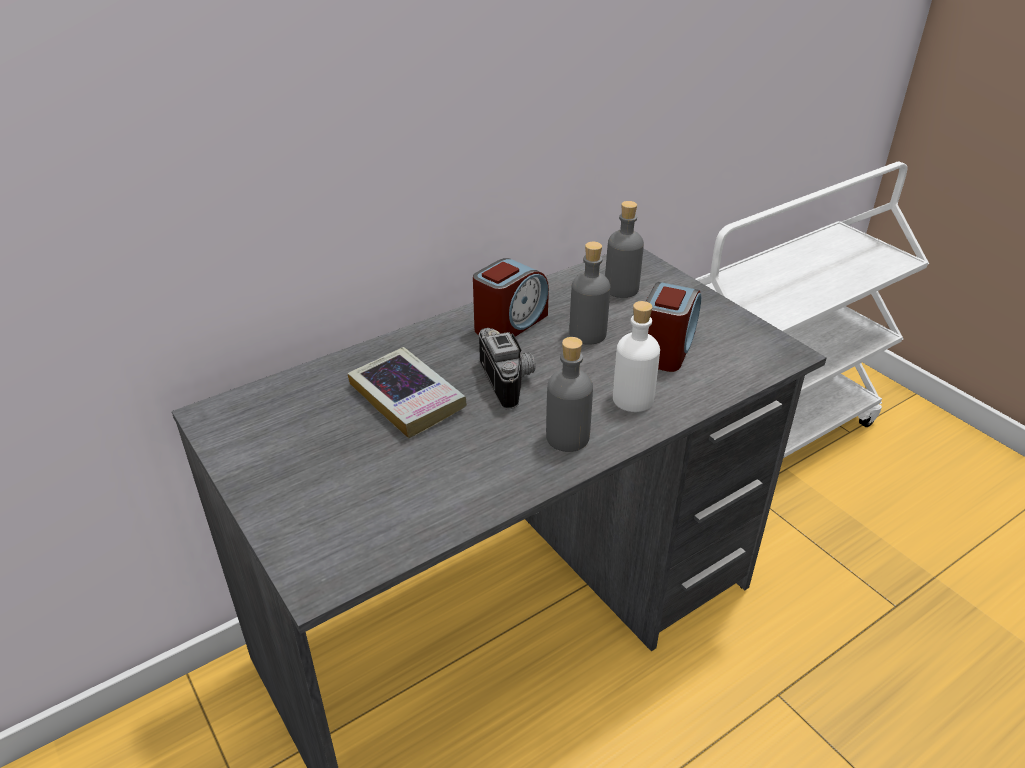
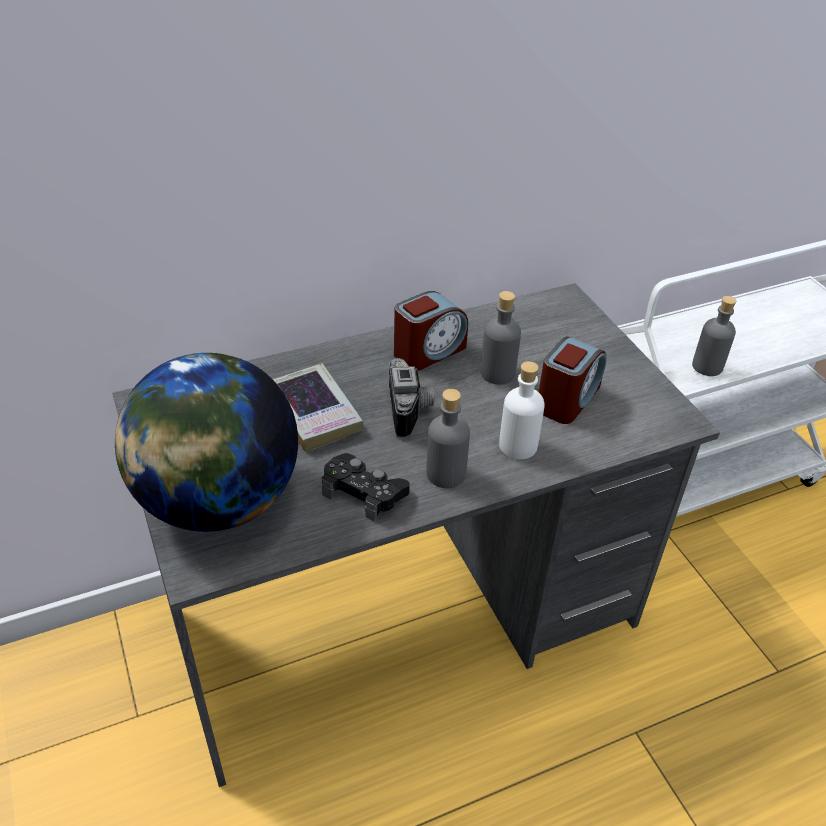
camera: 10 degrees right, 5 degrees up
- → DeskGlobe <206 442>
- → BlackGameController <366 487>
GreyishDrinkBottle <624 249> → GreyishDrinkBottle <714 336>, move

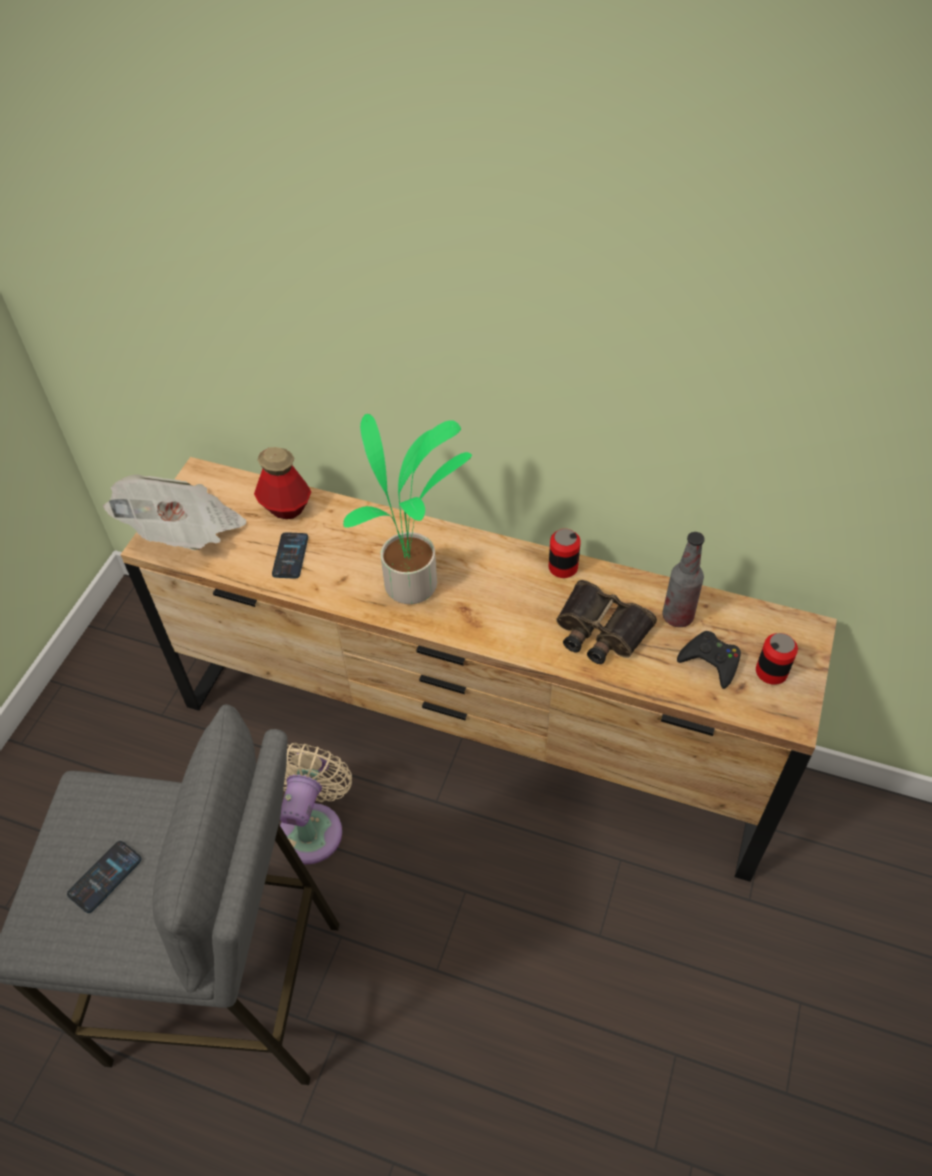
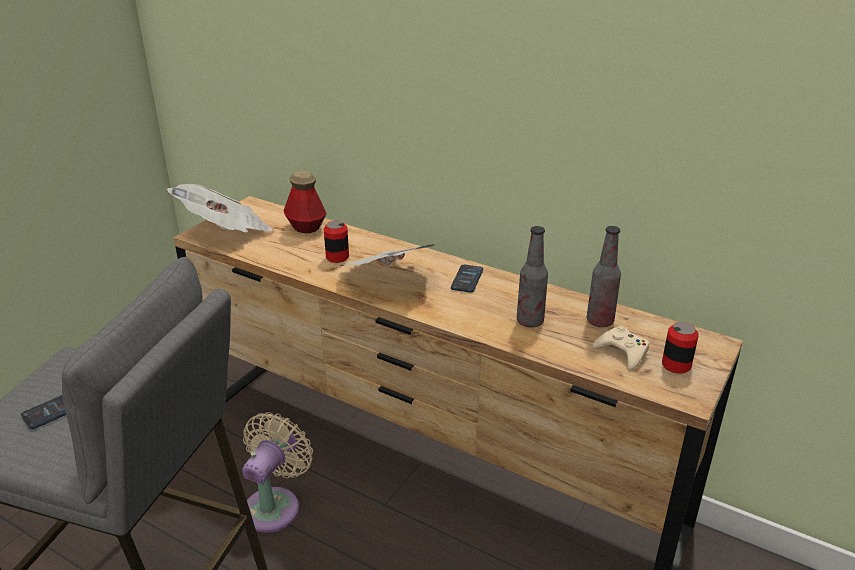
camera: 10 degrees right, 20 degrees down
Telephone <290 555> → Telephone <467 279>, move
SealedCan <565 553> → SealedCan <336 242>, move
PottedPlant <407 509> → PrintedPaper <387 255>
Binoculars <606 622> → DrinkBottle <532 277>
BlackGameController <709 660> → SandColouredGameController <620 348>

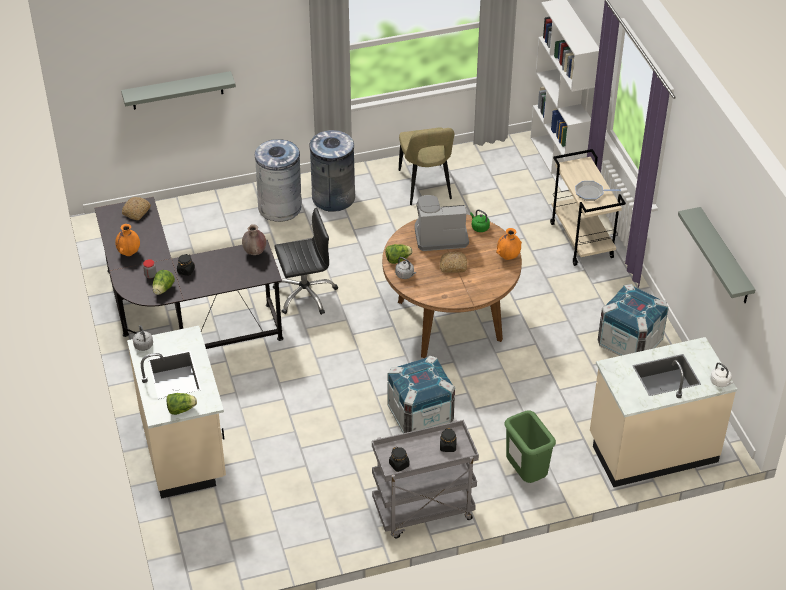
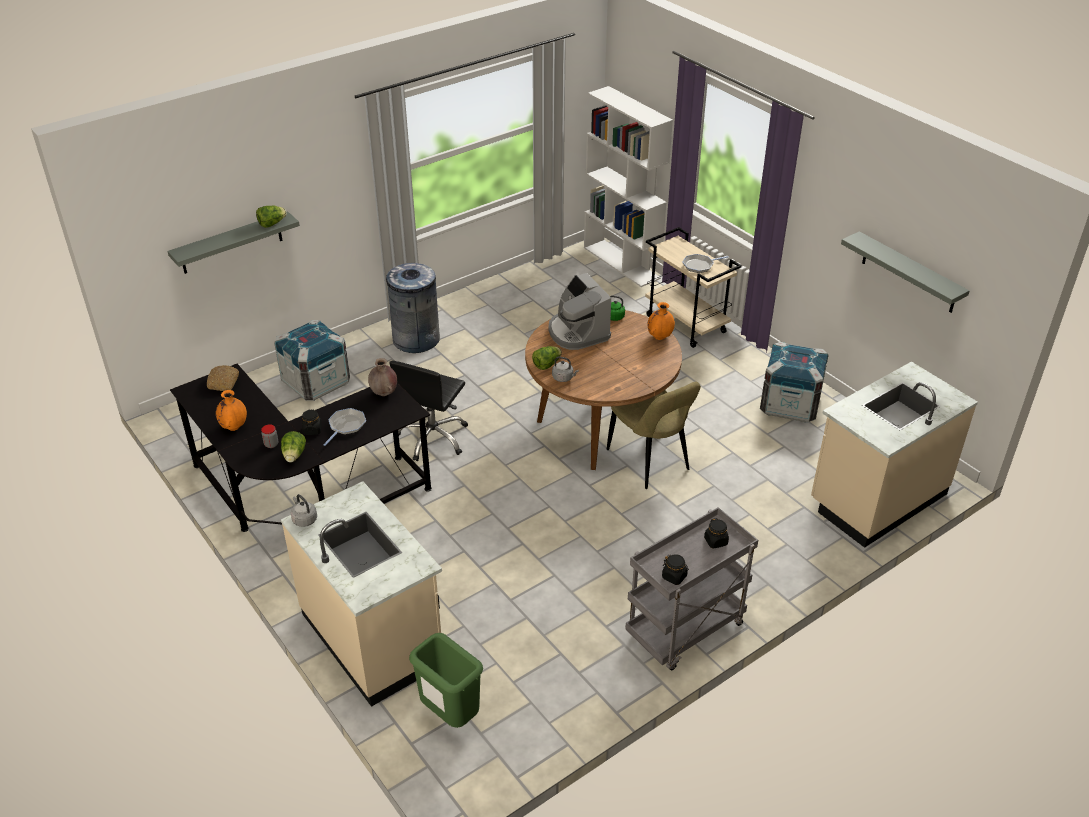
camera: 20 degrees left, 5 degrees down
GreyishRubbishBin <278 180> → -
BakeryBread <453 262> → -
WhitishTeaKettle <721 375> → -
- → FryingPan <344 427>
LettuceHead <182 404> → LettuceHead <271 217>, move
PackingCrate <421 394> → PackingCrate <312 360>, move
SandColouredUprightChair <427 166> → SandColouredUprightChair <654 435>, move
GreenColouredRubbishBin <530 446> → GreenColouredRubbishBin <446 680>, move
BlackOfficeChair <305 261> → BlackOfficeChair <428 411>, 150 degrees clockwise
CoffeeMaker <442 223> → CoffeeMaker <580 311>, 90 degrees counterclockwise

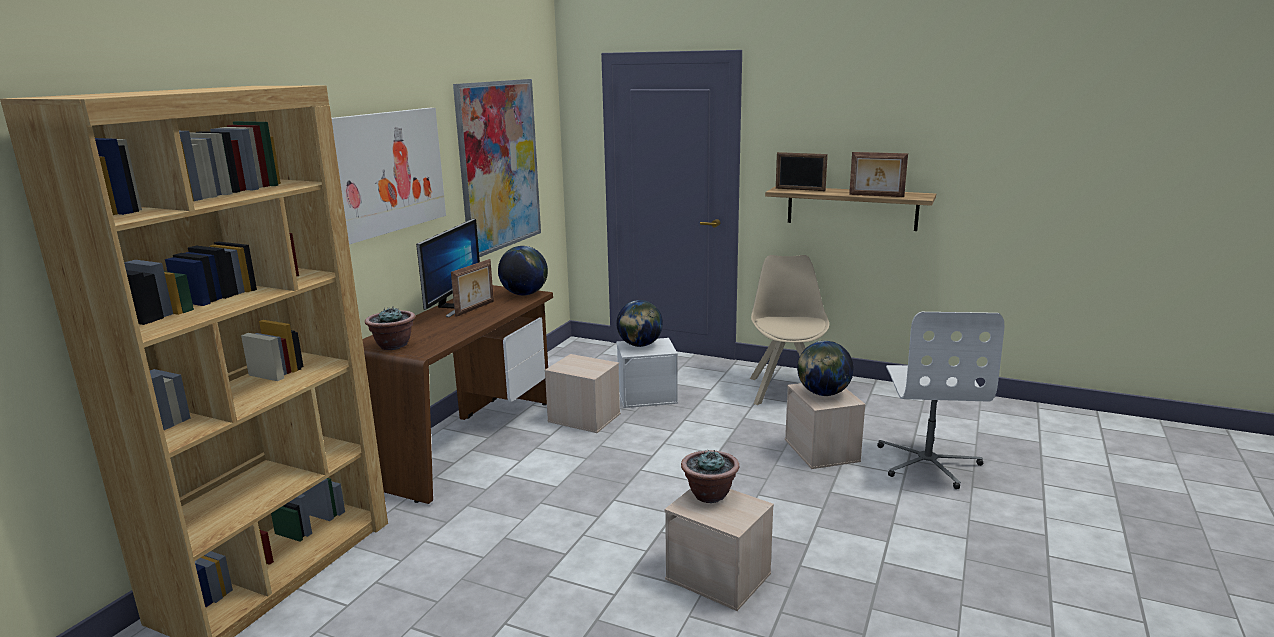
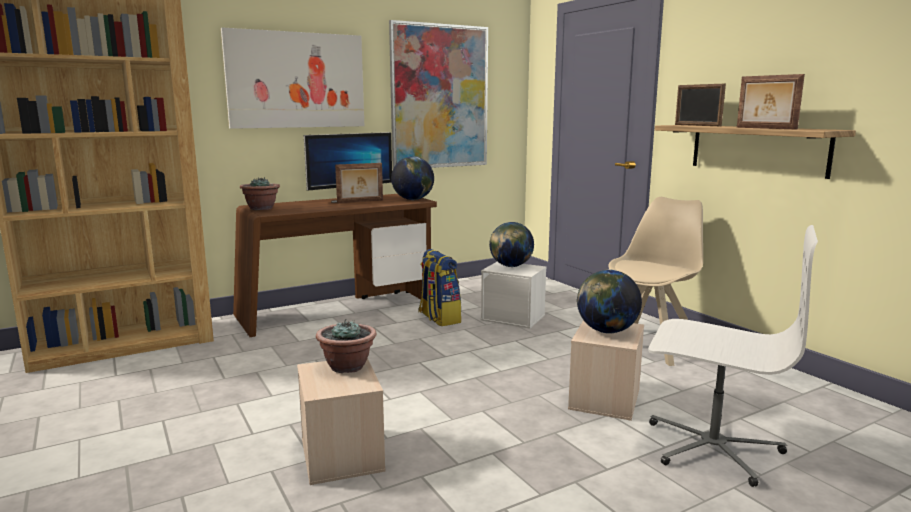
camera: 35 degrees right, 5 degrees down
SandColouredStorageBin <582 393> → Knapsack <439 287>
WhitishOfficeChair <940 400> → WhitishOfficeChair <733 356>, 105 degrees counterclockwise

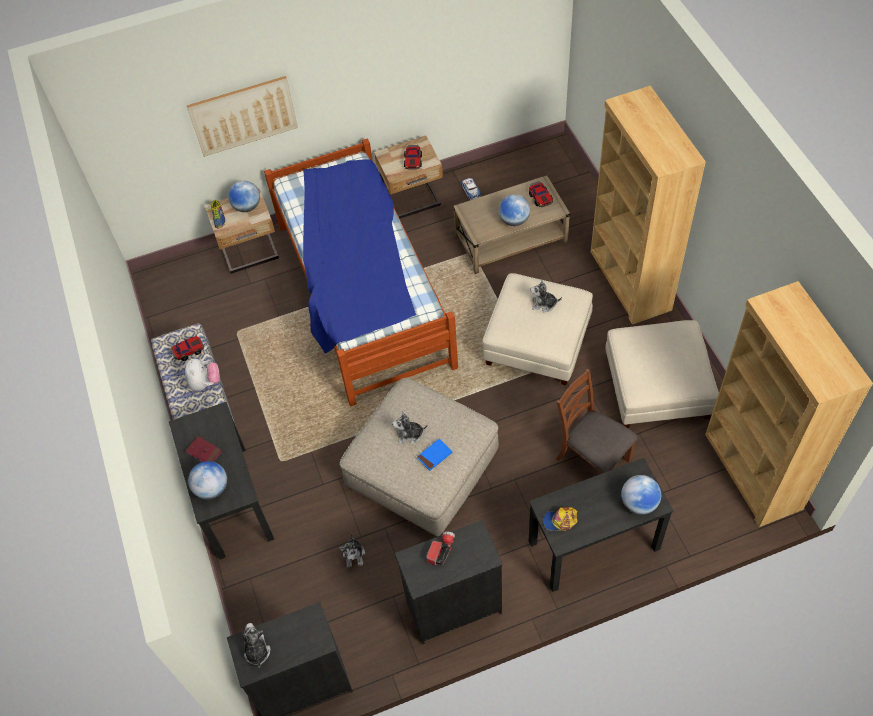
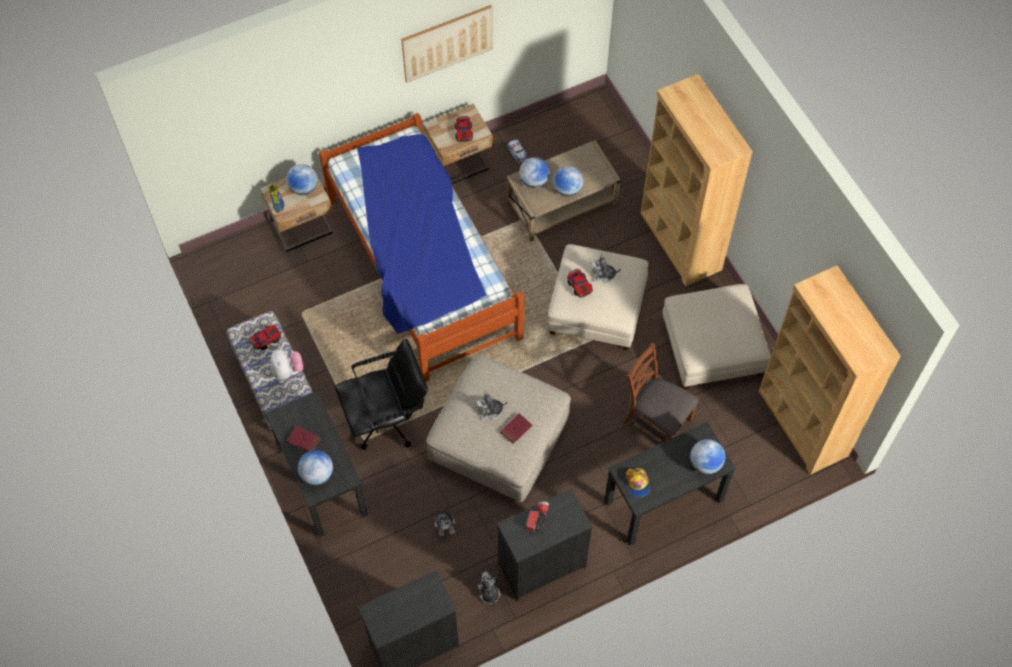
camera: 10 degrees left, 5 degrees up
- → BlackOfficeChair <381 394>
- → DeskGlobe <534 172>
WallArt <242 116> → WallArt <447 44>, move
SoftToy <256 645> → SoftToy <489 588>, move
MiniatureCar <541 194> → MiniatureCar <580 283>, move
BluishBook <434 454> → ReddishBook <516 428>
BaseballCap <560 519> → BaseballCap <638 483>, 90 degrees counterclockwise

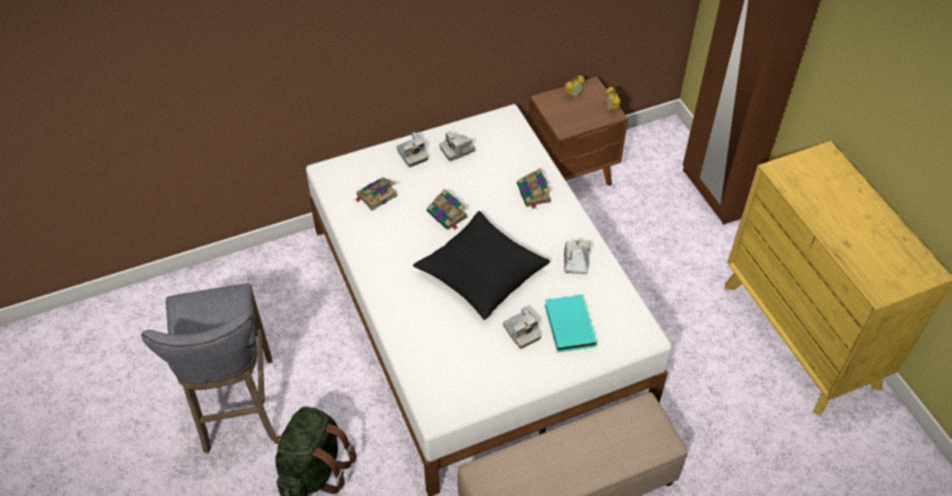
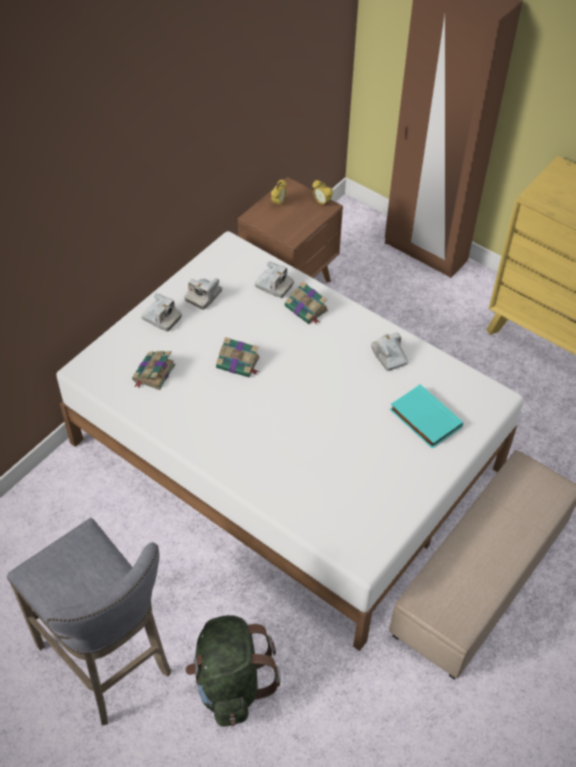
camera: 30 degrees left, 0 degrees up
BlackCushion <481 265> → -
StillCamera <522 328> → StillCamera <274 279>, move

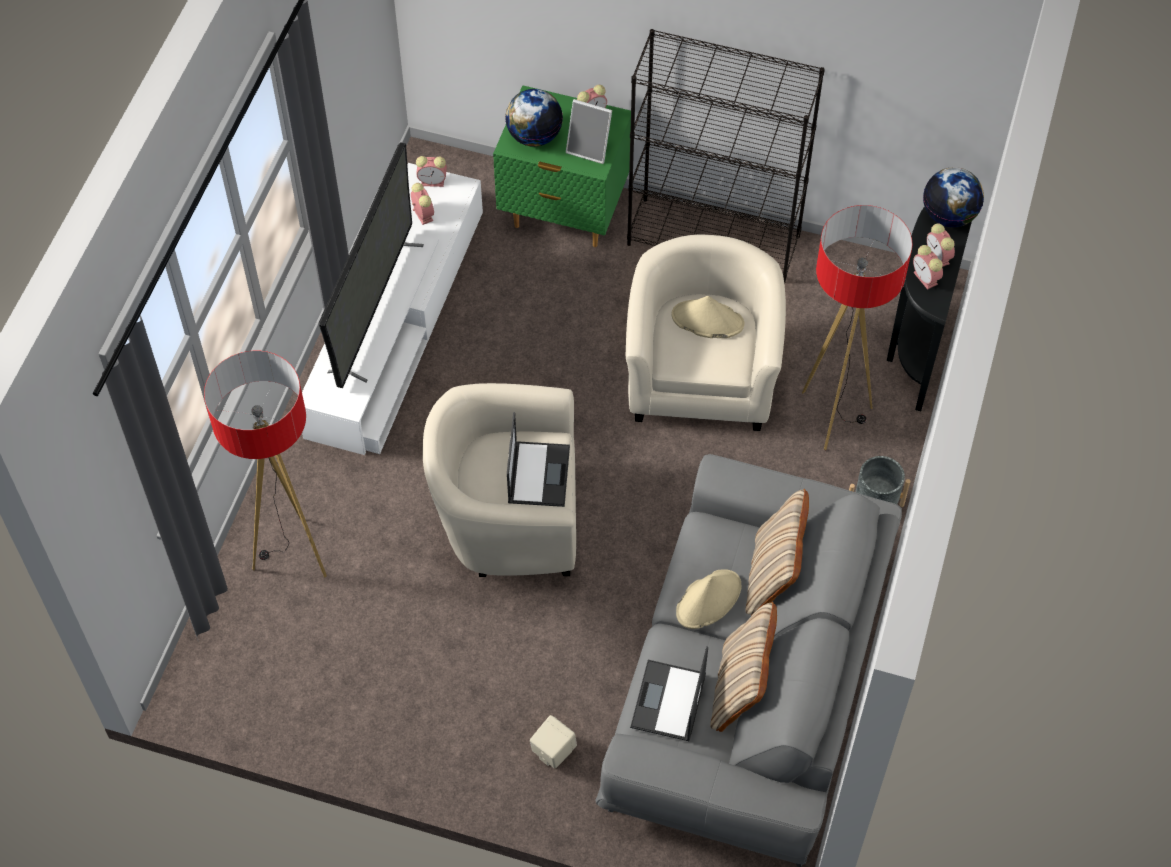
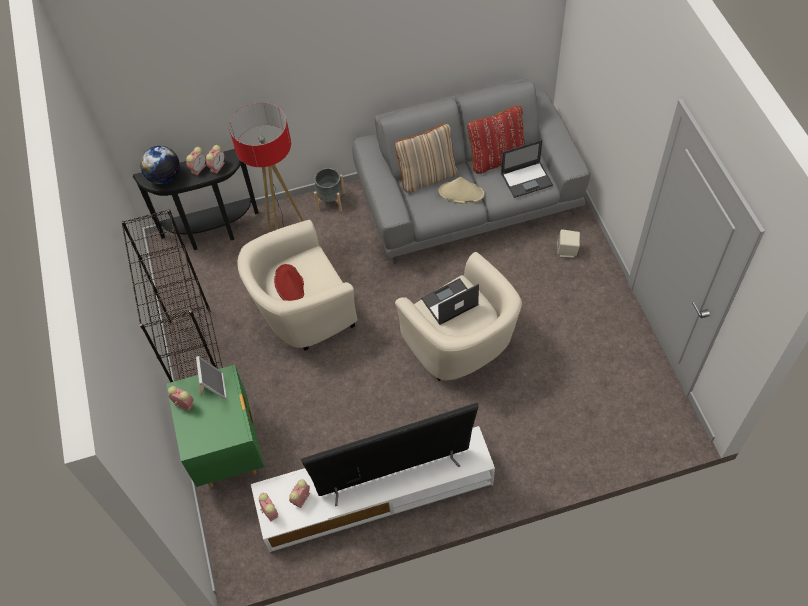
camera: 120 degrees left, 0 degrees up
StandingLamp <265 464> → -
DeskGlobe <534 118> → -
SandColouredClothingHat <707 317> → ReddishClothingHat <289 282>
SandColouredCushion <743 667> → ReddishCushion <496 139>

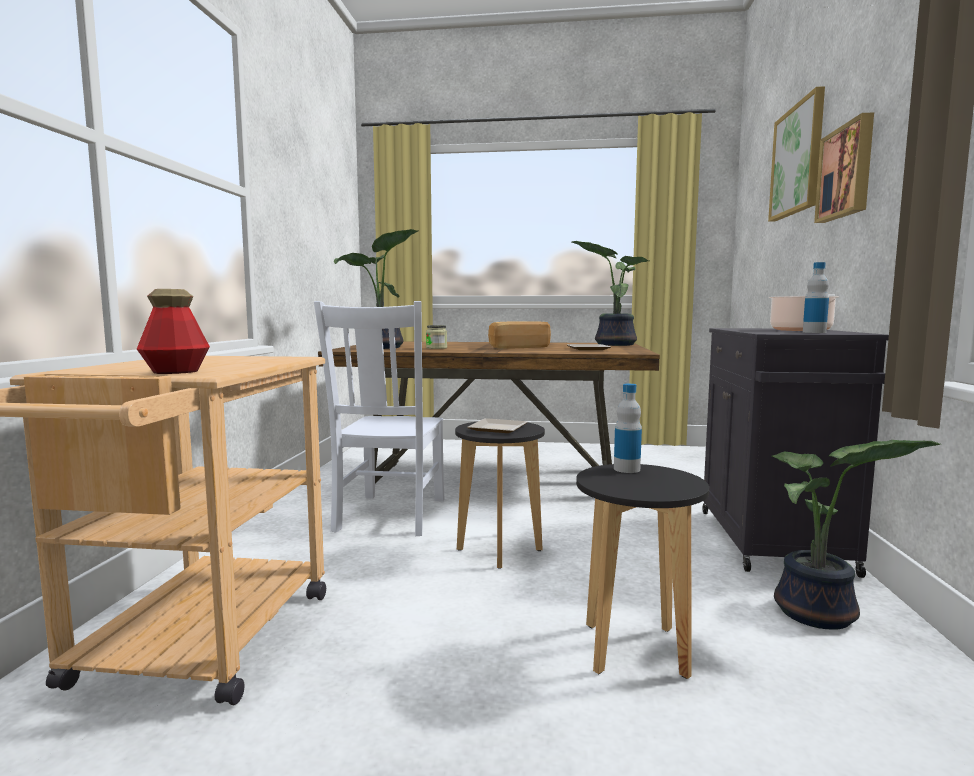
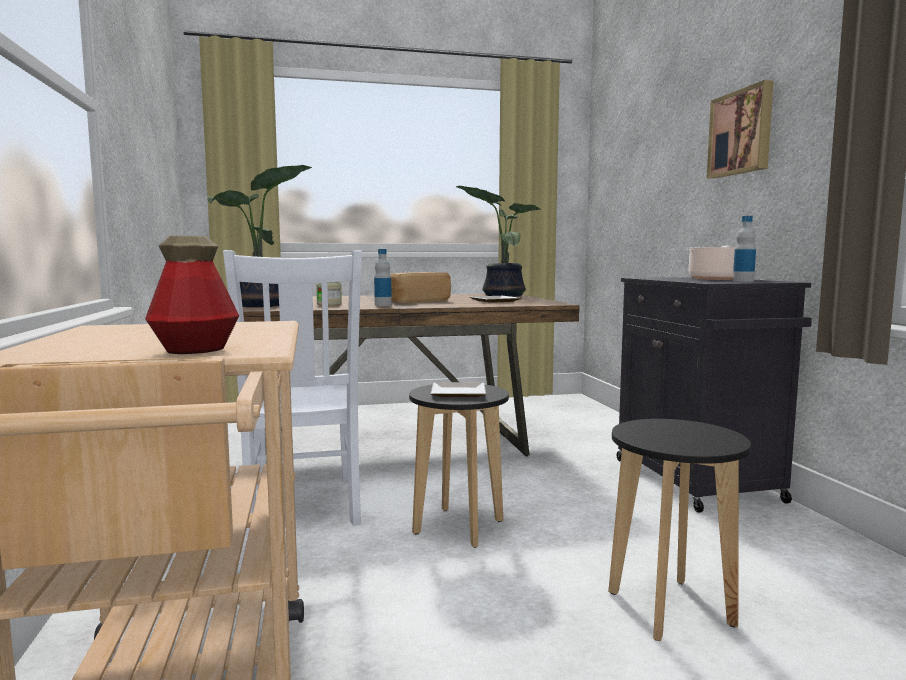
camera: 20 degrees left, 0 degrees up
WallArt <796 154> → -
PottedPlant <856 535> → -
DrinkBottle <628 428> → DrinkBottle <383 277>, move

